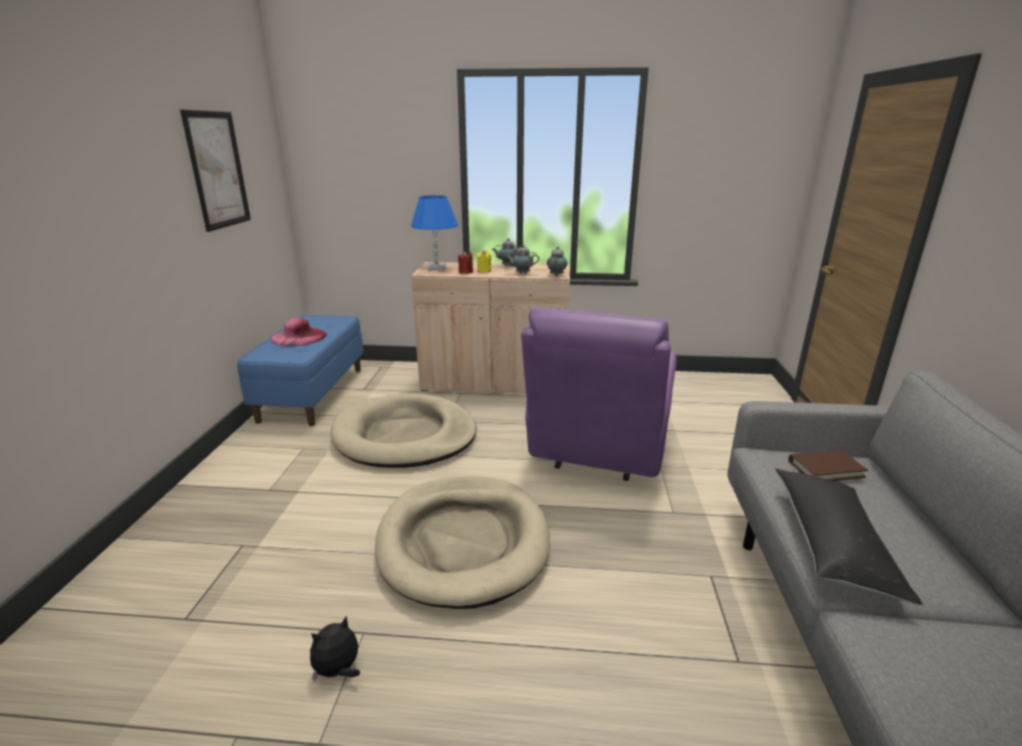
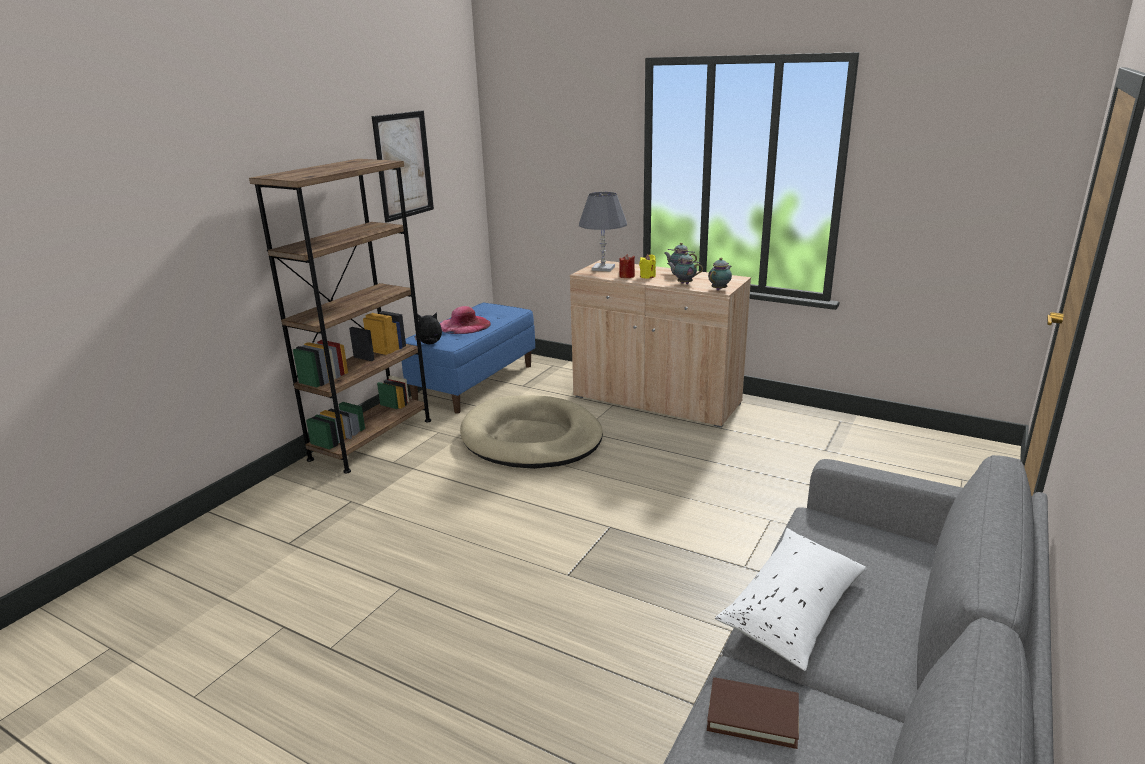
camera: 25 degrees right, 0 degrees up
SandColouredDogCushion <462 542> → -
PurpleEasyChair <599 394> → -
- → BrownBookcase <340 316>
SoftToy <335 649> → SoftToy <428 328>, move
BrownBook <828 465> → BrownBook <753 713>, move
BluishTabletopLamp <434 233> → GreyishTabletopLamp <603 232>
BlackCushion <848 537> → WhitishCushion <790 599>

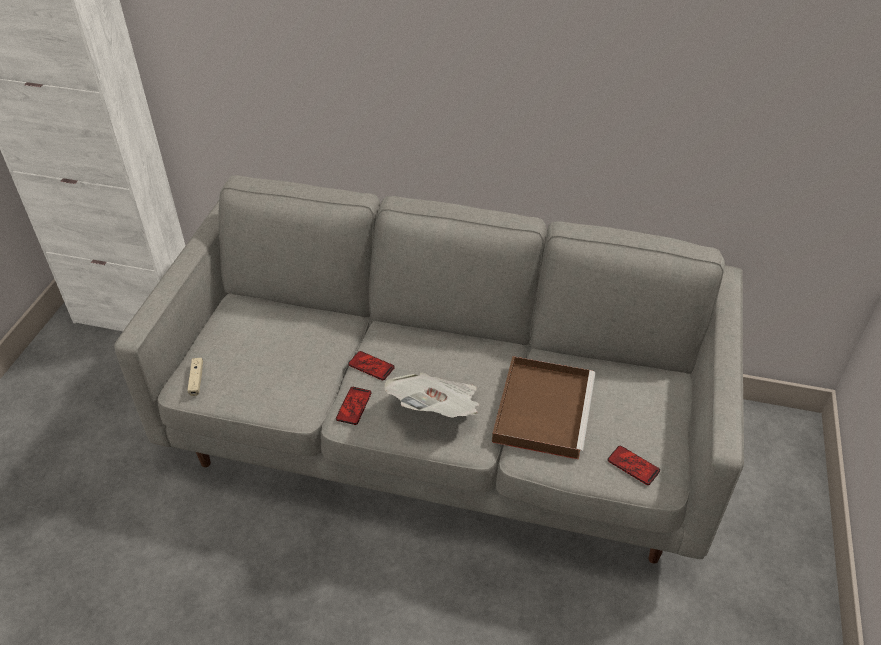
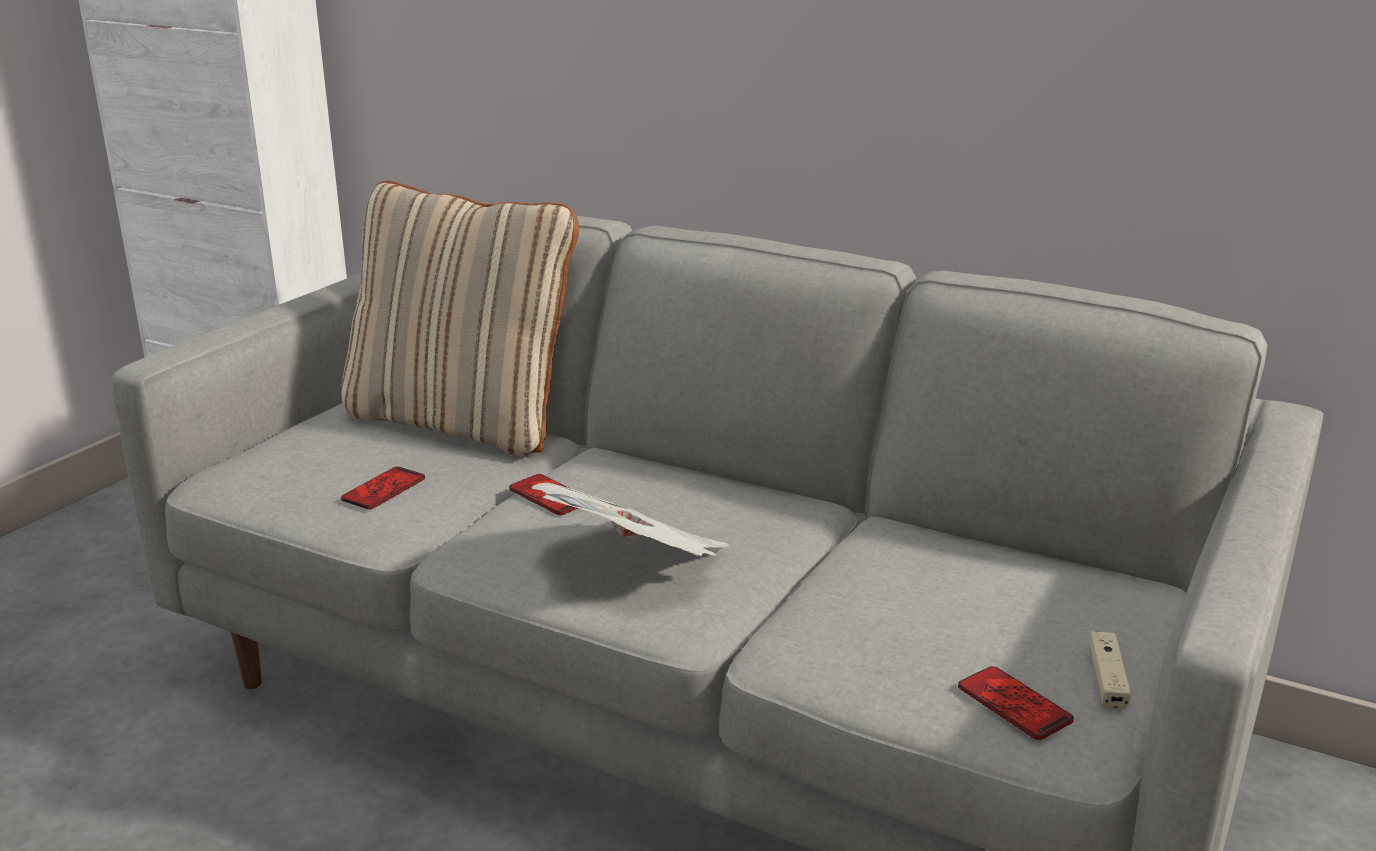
camera: 15 degrees right, 20 degrees down
BrownTray <543 408> → -
- → SandColouredCushion <460 318>
SandColouredGameController <195 377> → SandColouredGameController <1110 670>, move
Telephone <354 406> → Telephone <383 488>, move

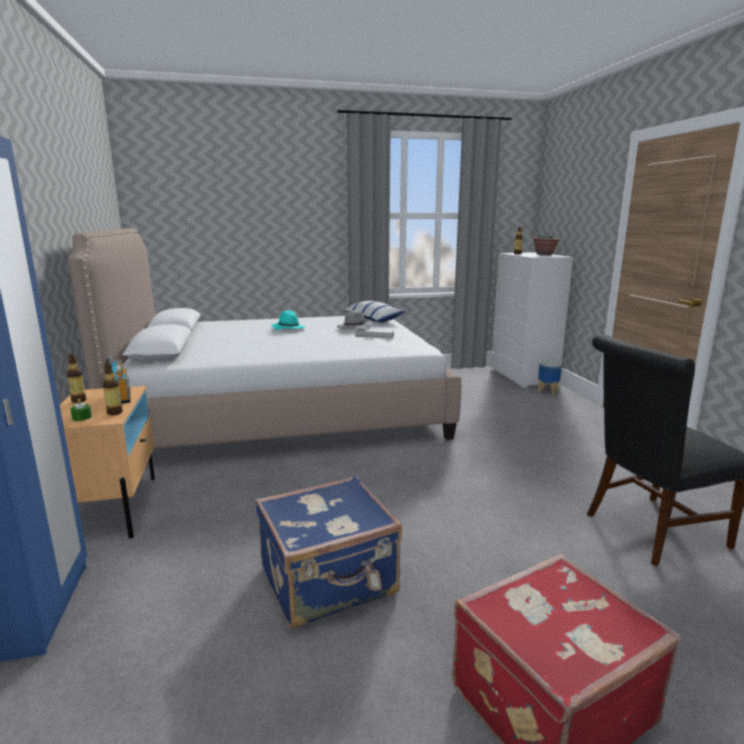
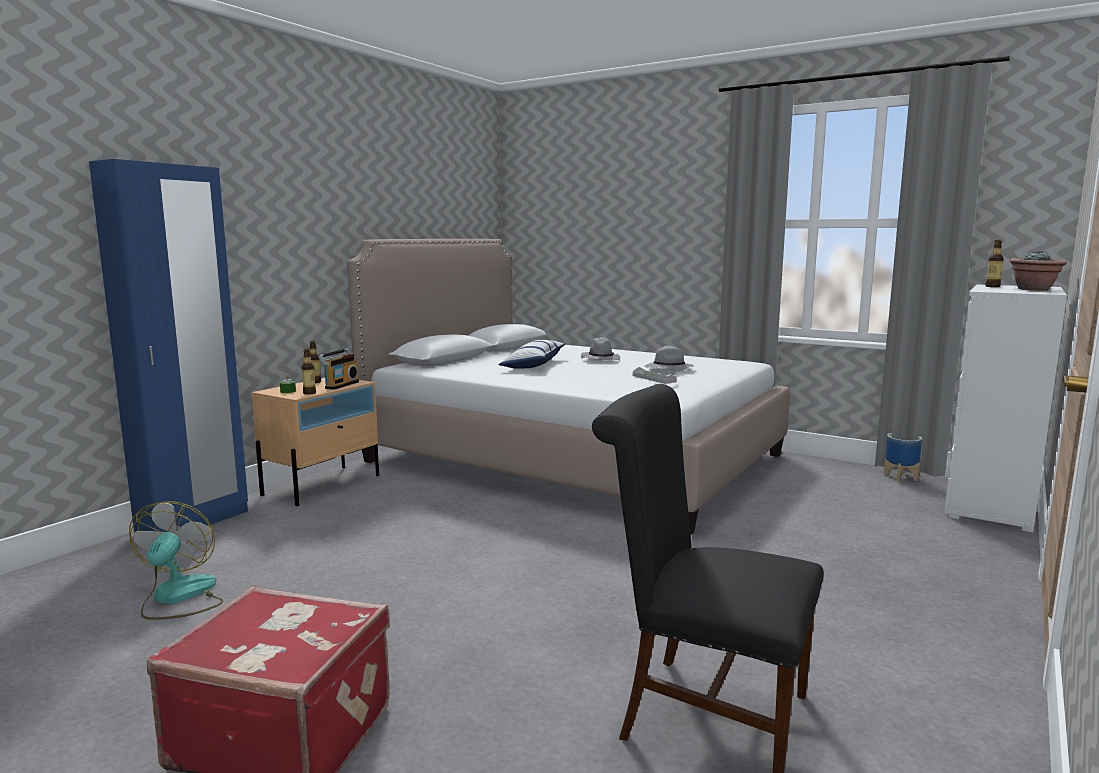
camera: 45 degrees right, 5 degrees down
BluishSuitcase <328 552> → -
- → Fan <176 560>
Cushion <374 312> → Cushion <531 354>, move
Planter <550 378> → Planter <903 457>, move
BlueGreenClothingHat <288 320> → GreyishClothingHat <600 349>

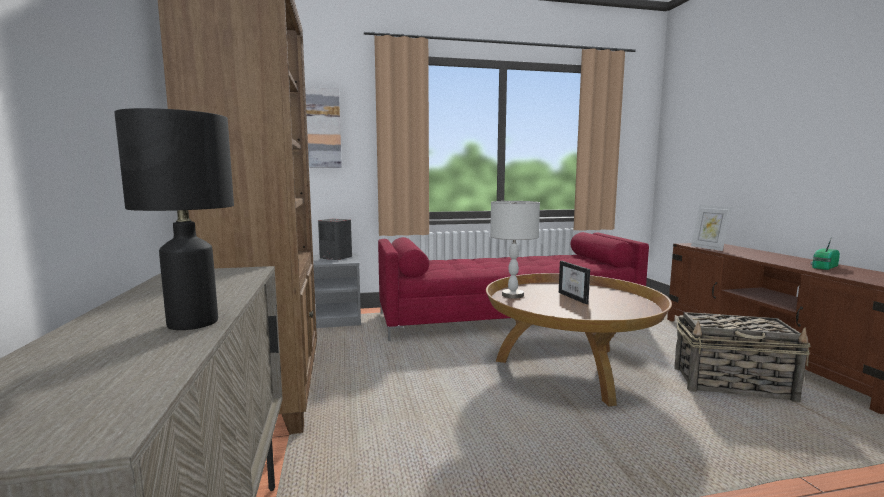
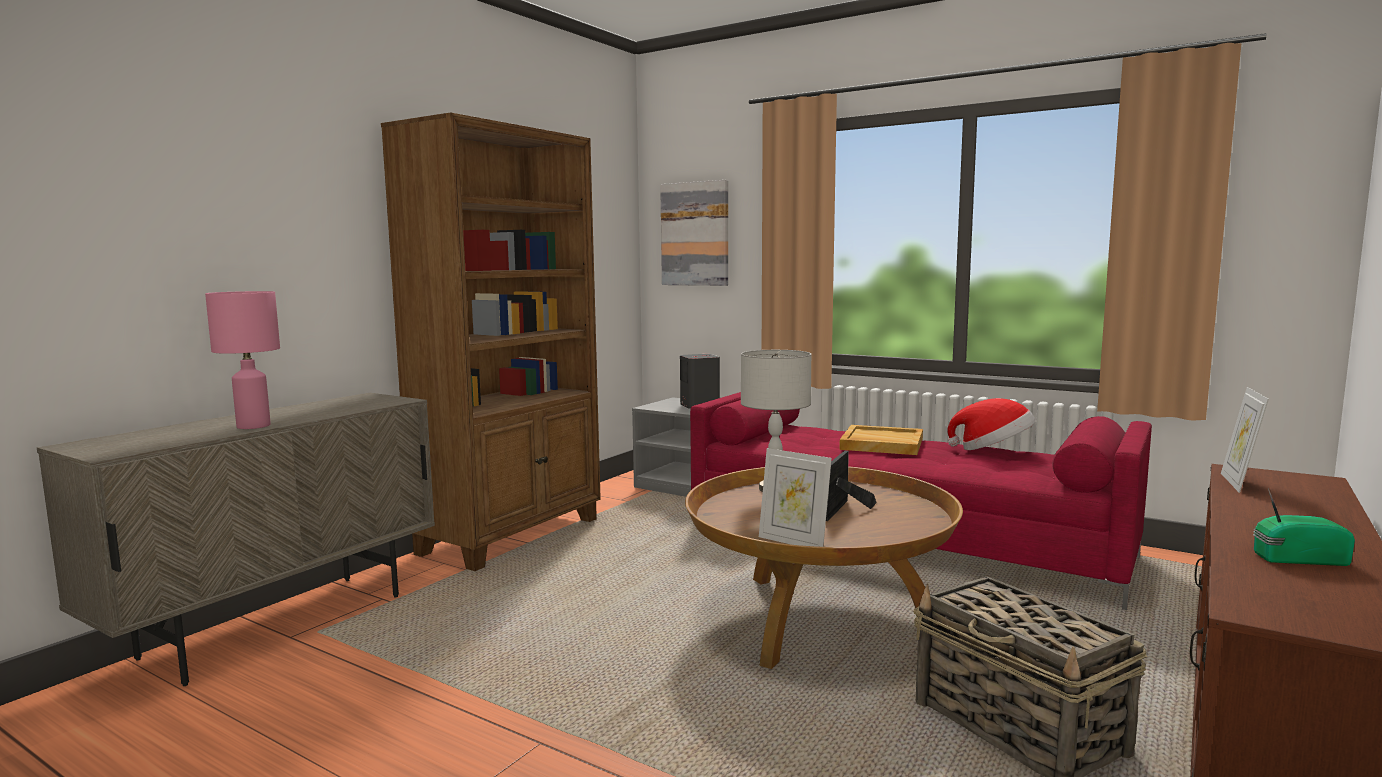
camera: 45 degrees right, 0 degrees up
- → PhotoFrame <795 497>
- → SandColouredTray <881 440>
- → ClothingHat <991 424>
BlackTabletopLamp <174 219> → PinkTabletopLamp <242 360>

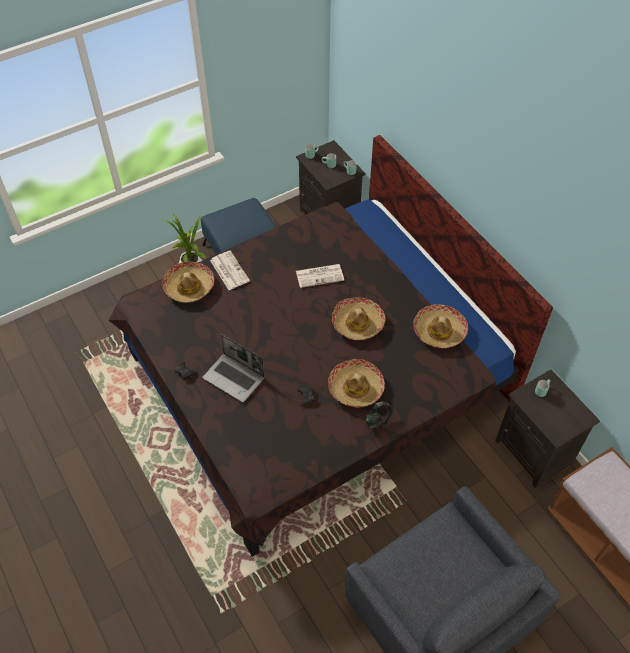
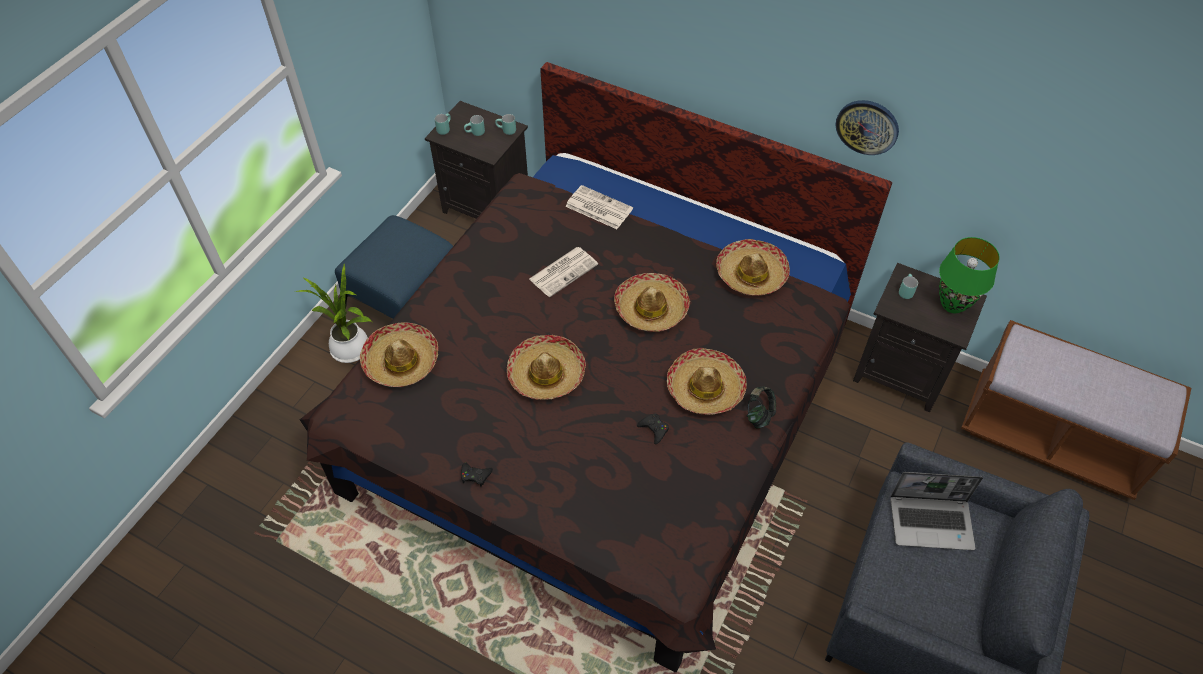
camera: 30 degrees left, 0 degrees up
- → ClothingHat <546 367>
- → HangingClock <867 127>
- → GreenColouredTabletopLamp <969 275>
NotebookComputer <233 368> → NotebookComputer <936 511>, move
PrintedPaper <230 270> → PrintedPaper <599 207>, move

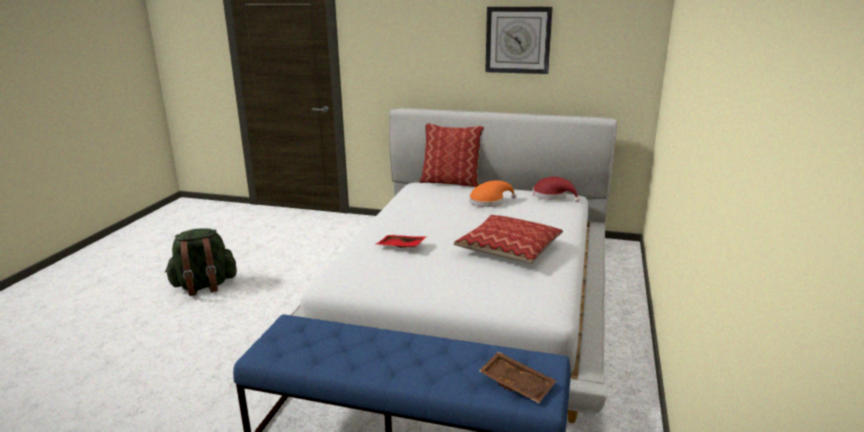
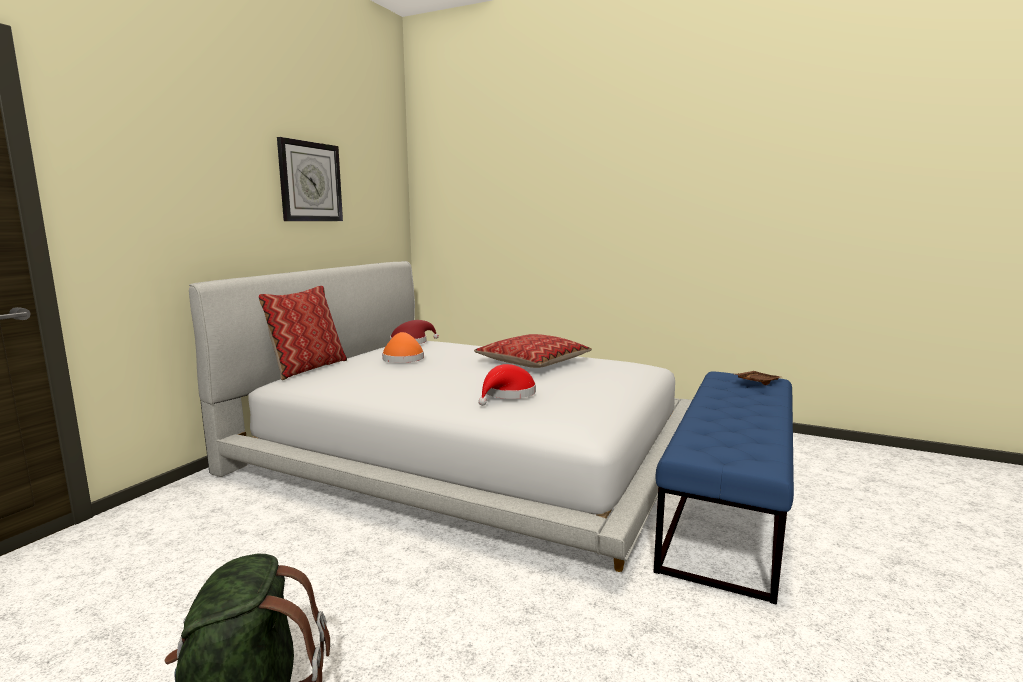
camera: 80 degrees left, 10 degrees down
ReddishTray <401 241> → ReddishClothingHat <507 385>

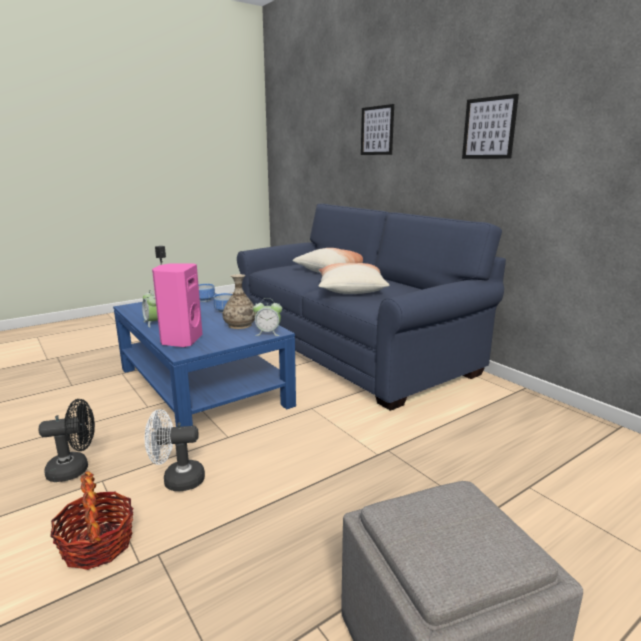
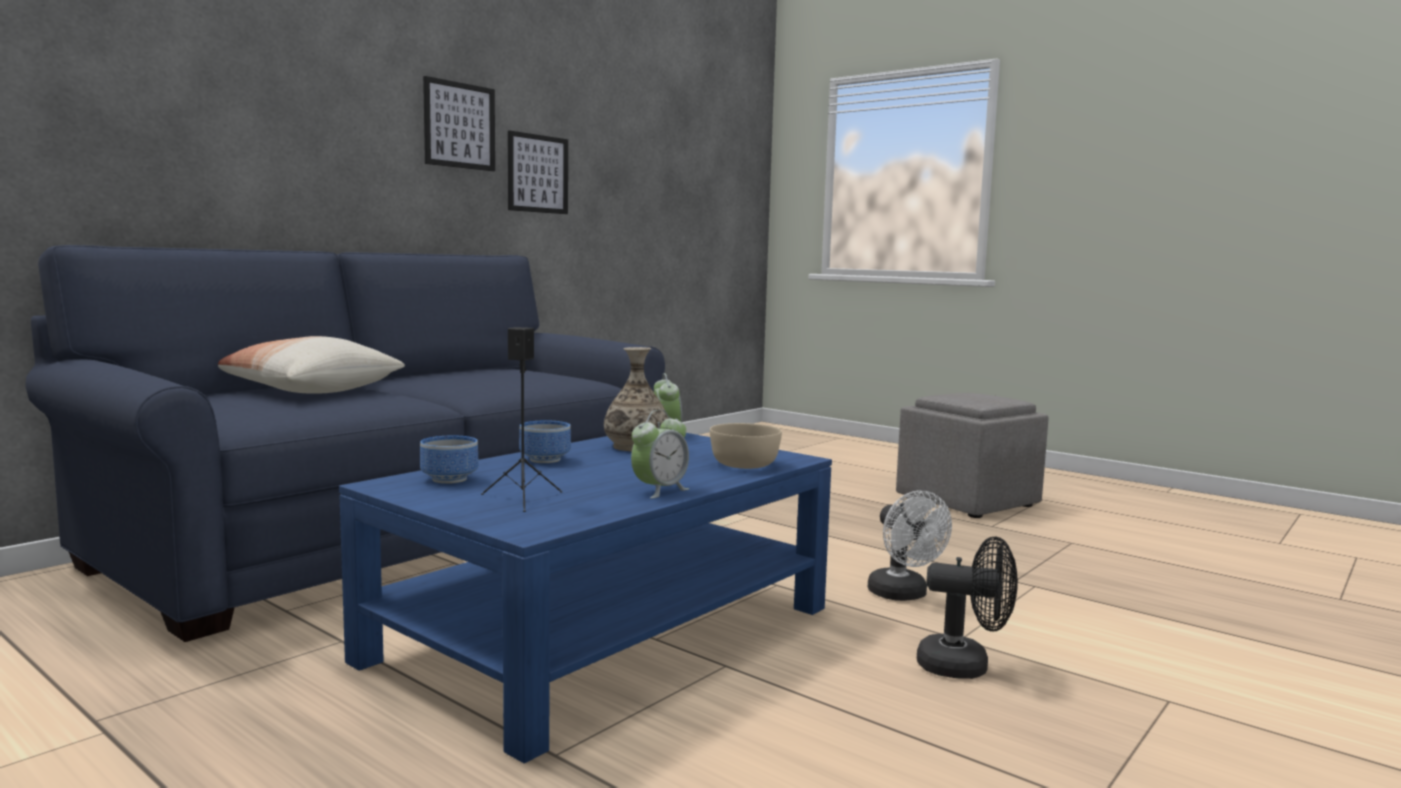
camera: 105 degrees left, 10 degrees down
Basket <91 520> → -
Cushion <354 278> → -
WallArt <377 129> → WallArt <538 172>, move
PinkSpeaker <177 305> → SandColouredBowl <746 446>
BlackFan <67 440> → BlackFan <967 608>, 135 degrees clockwise

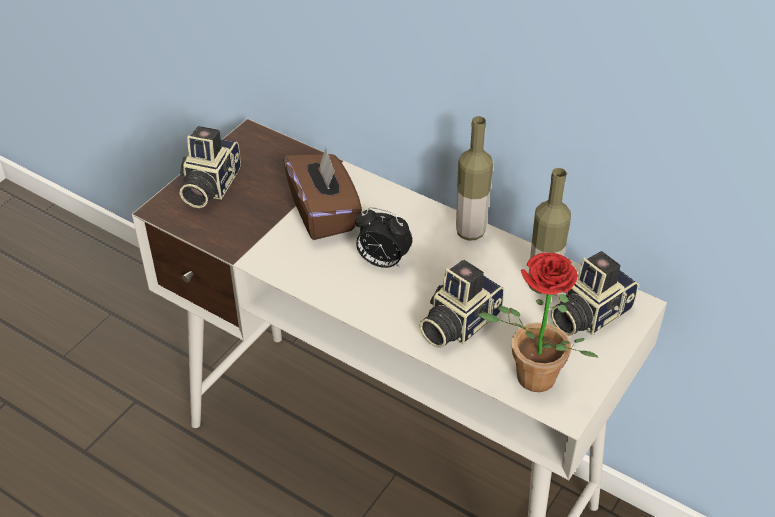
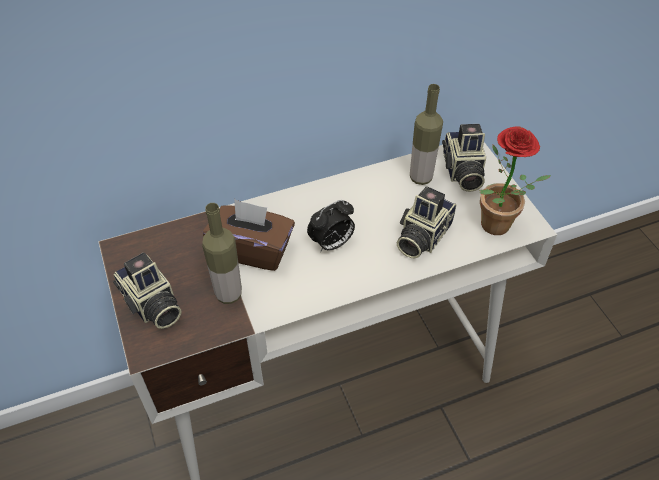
camera: 55 degrees left, 5 degrees up
DrinkBottle <474 178> → DrinkBottle <222 253>, move
StillCamera <462 304> → StillCamera <426 222>, 45 degrees clockwise

